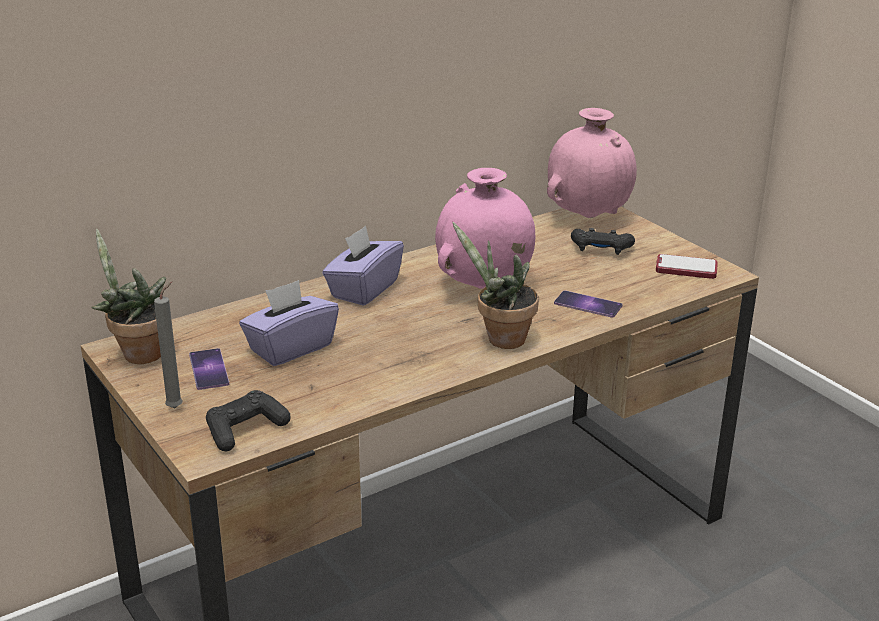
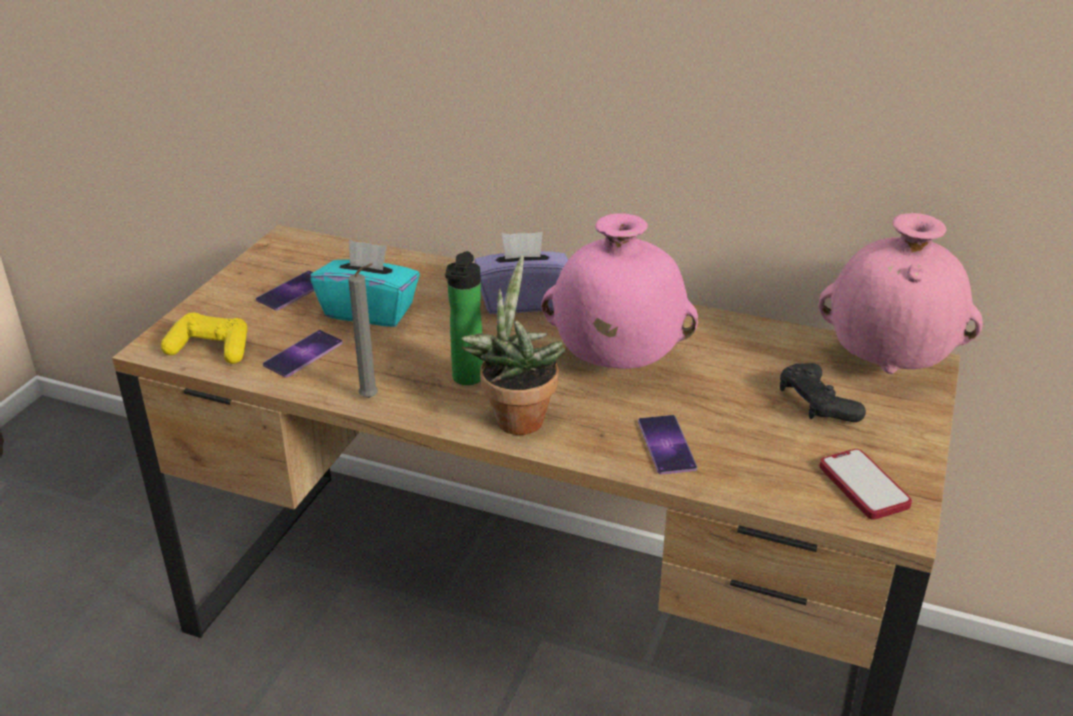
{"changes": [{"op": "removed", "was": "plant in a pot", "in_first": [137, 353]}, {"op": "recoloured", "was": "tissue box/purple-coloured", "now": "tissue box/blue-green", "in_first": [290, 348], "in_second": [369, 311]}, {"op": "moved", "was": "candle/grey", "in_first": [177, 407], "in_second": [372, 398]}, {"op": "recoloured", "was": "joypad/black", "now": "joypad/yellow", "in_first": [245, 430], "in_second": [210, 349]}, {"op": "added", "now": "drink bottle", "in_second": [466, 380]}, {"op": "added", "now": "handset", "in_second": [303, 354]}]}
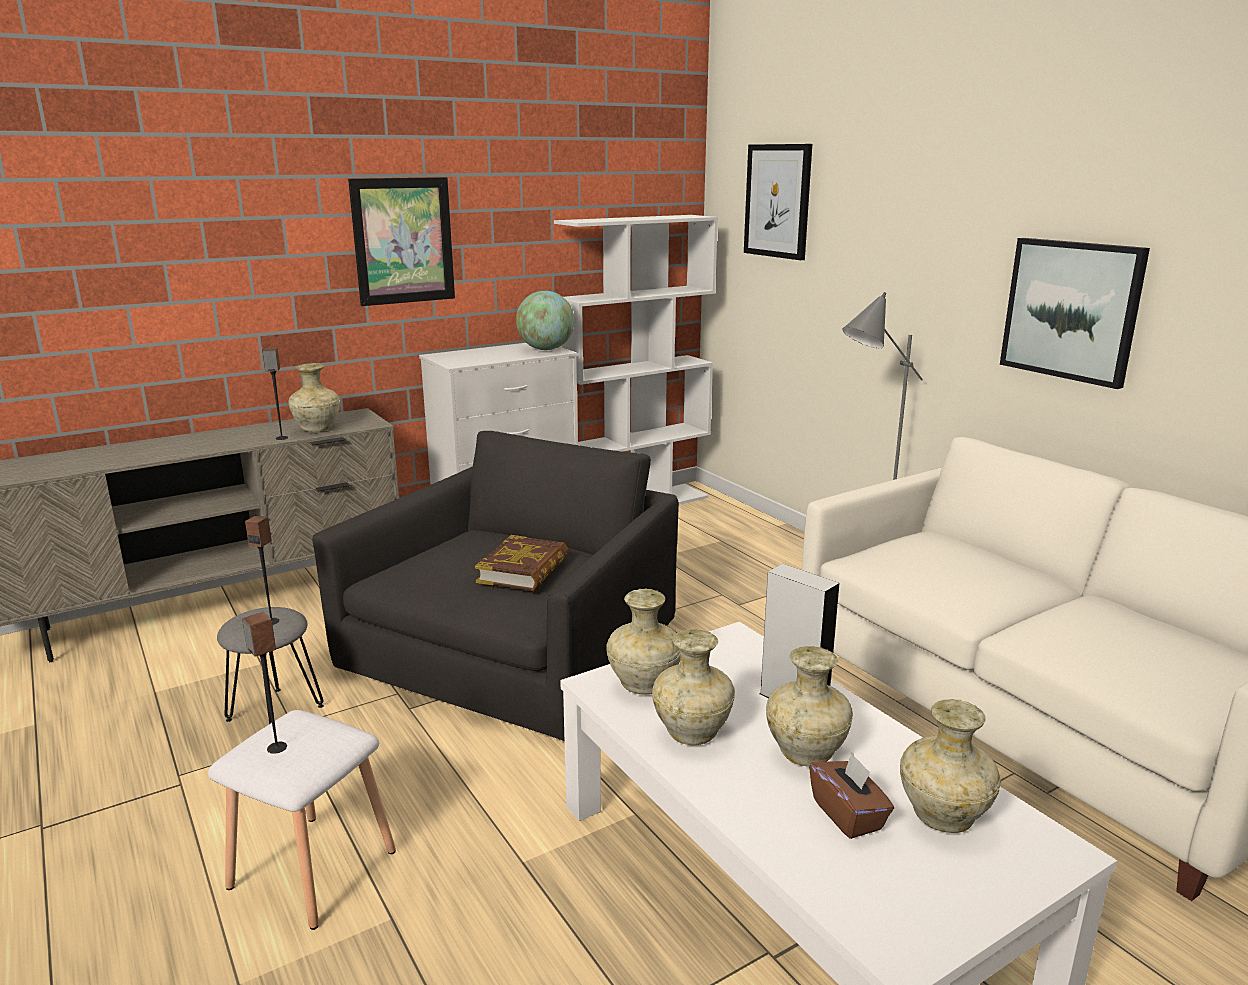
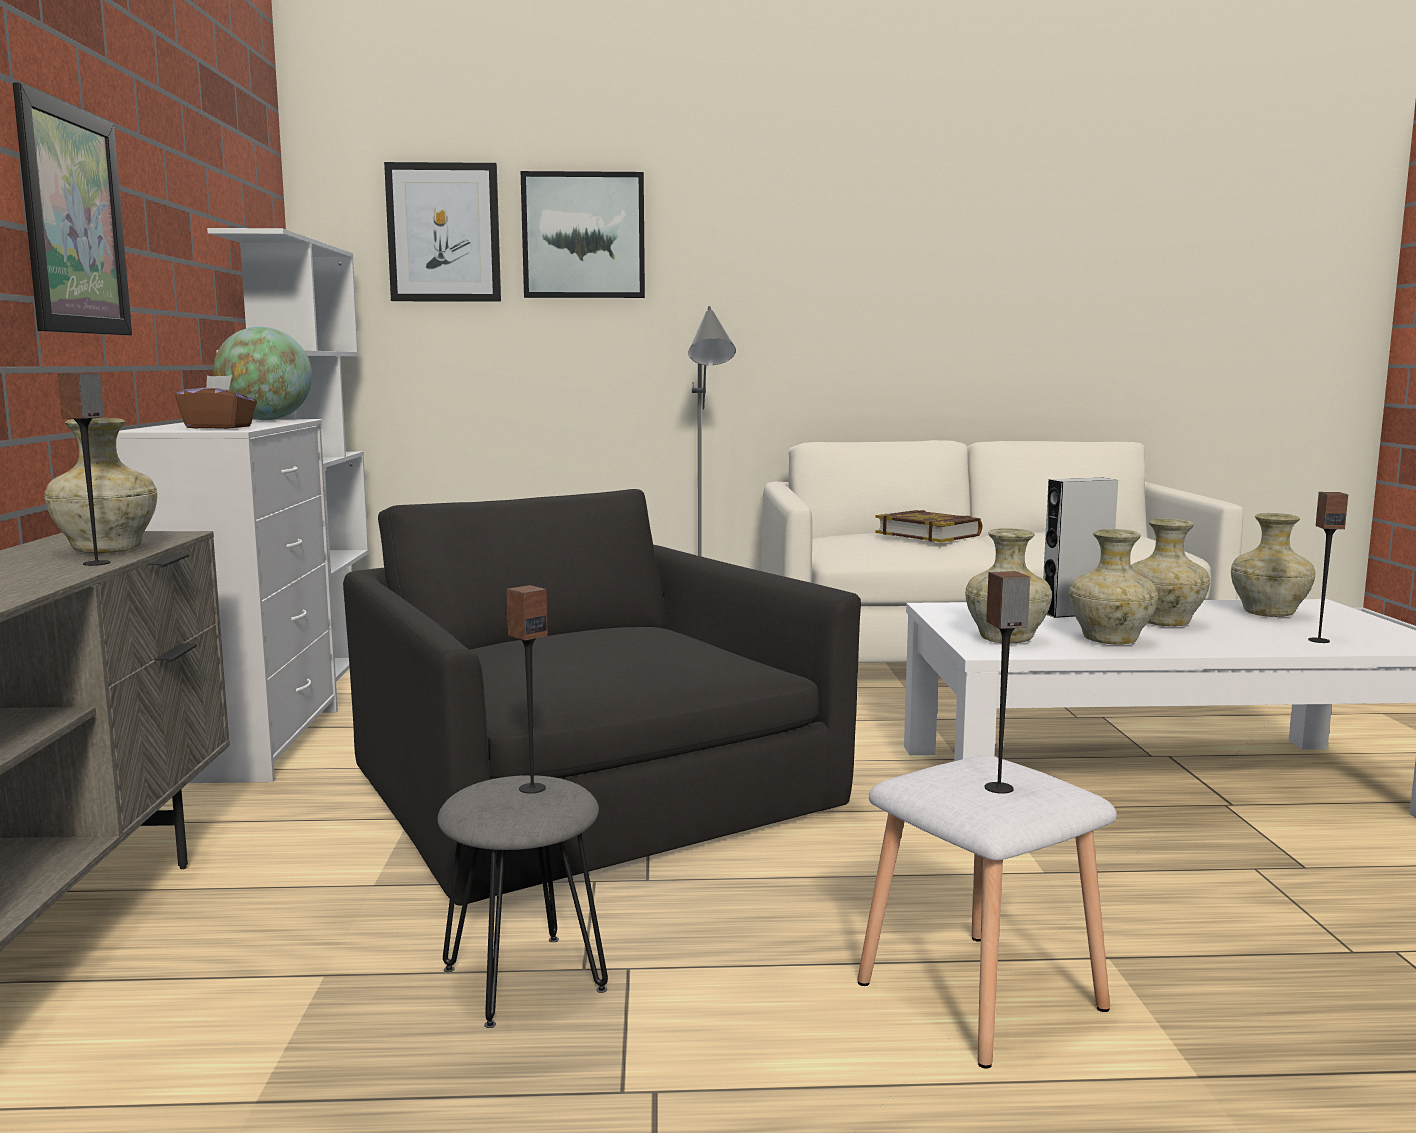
{"changes": [{"op": "moved", "was": "wall art", "in_first": [1071, 310], "in_second": [583, 236]}, {"op": "moved", "was": "volume", "in_first": [524, 570], "in_second": [928, 534]}, {"op": "moved", "was": "tissue box/brownish", "in_first": [848, 815], "in_second": [219, 427]}, {"op": "added", "now": "audio speaker", "in_second": [1318, 640]}]}
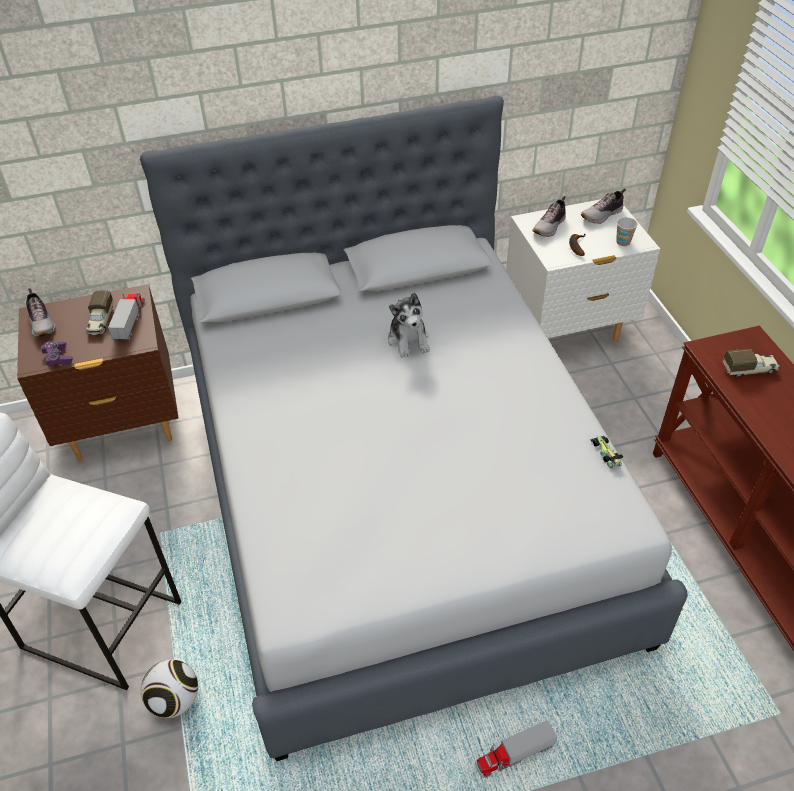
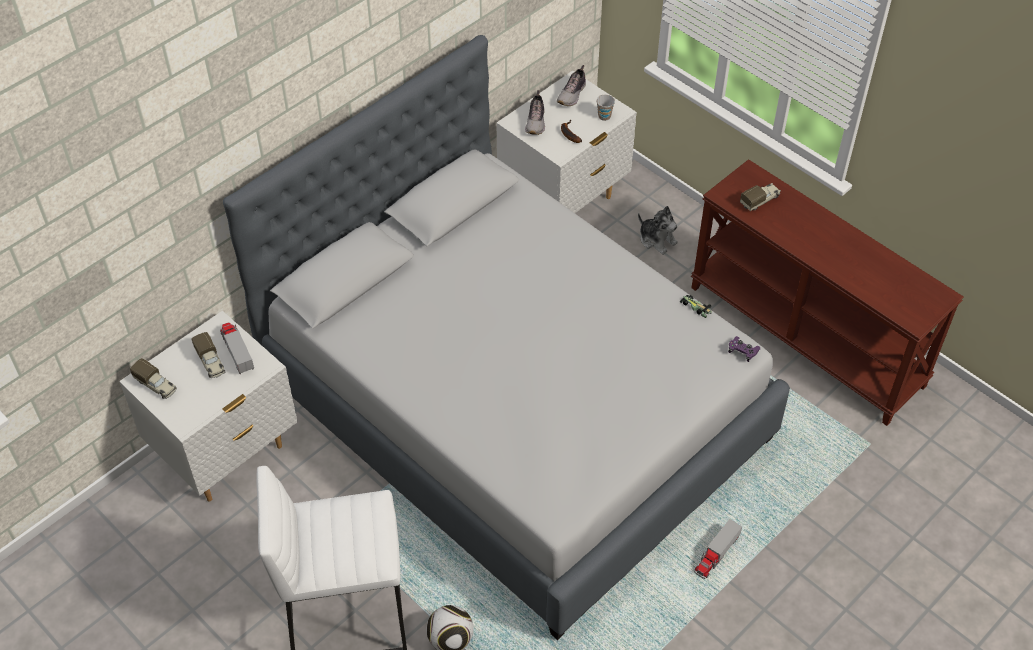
{"changes": [{"op": "recoloured", "was": "bedside table/brownish", "now": "bedside table/white", "in_first": [123, 427], "in_second": [226, 454]}, {"op": "replaced", "was": "low shoe", "now": "model truck", "in_first": [42, 323], "in_second": [156, 385]}, {"op": "moved", "was": "soft toy", "in_first": [409, 340], "in_second": [657, 240]}, {"op": "moved", "was": "joypad/purple-coloured", "in_first": [58, 358], "in_second": [742, 352]}]}
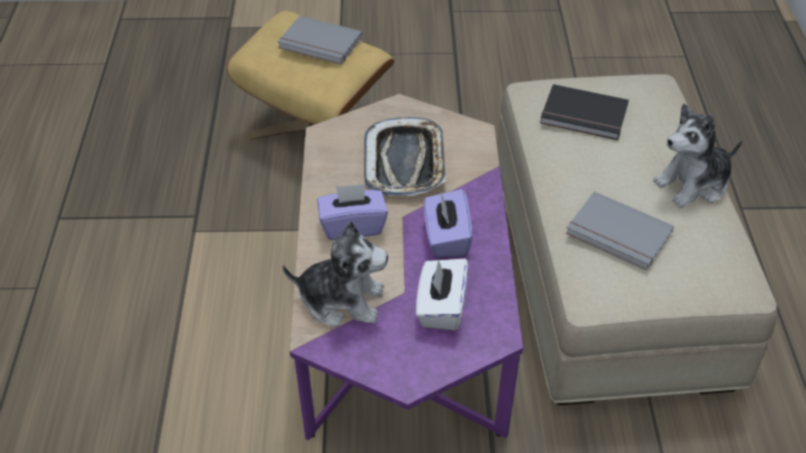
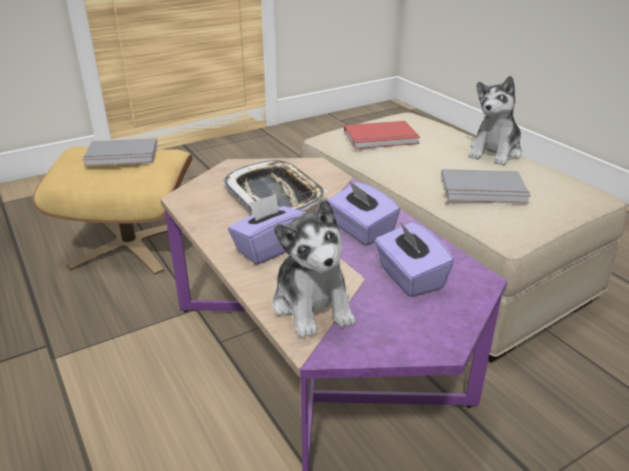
{"changes": [{"op": "recoloured", "was": "volume/black", "now": "volume/reddish", "in_first": [583, 116], "in_second": [381, 138]}, {"op": "turned", "was": "soft toy", "in_first": [341, 300], "in_second": [313, 305], "clockwise": 90}, {"op": "recoloured", "was": "tissue box/white", "now": "tissue box/purple-coloured", "in_first": [441, 307], "in_second": [409, 278]}]}
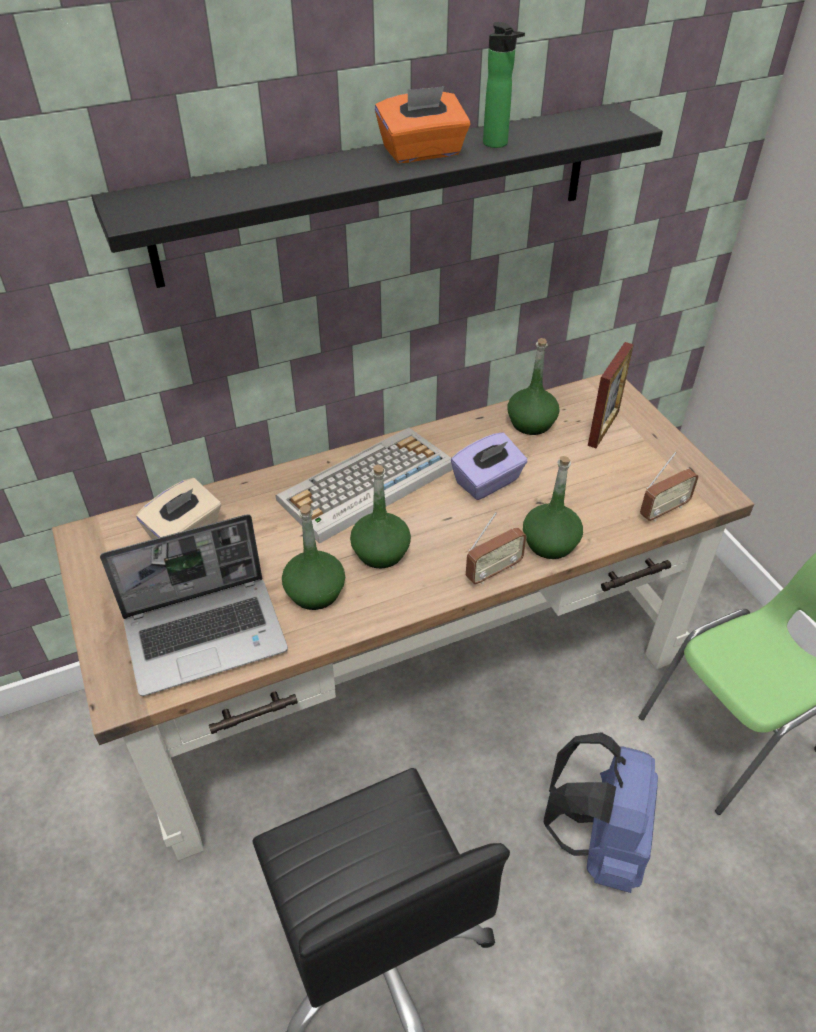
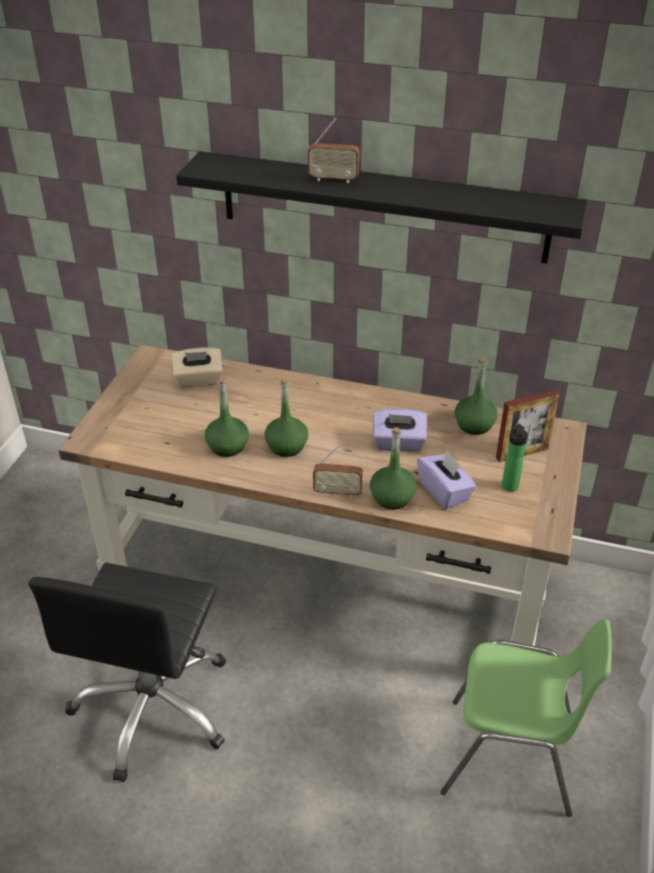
{"changes": [{"op": "moved", "was": "drink bottle", "in_first": [497, 144], "in_second": [510, 488]}, {"op": "removed", "was": "tissue box/orange", "in_first": [422, 153]}, {"op": "removed", "was": "computer keyboard", "in_first": [365, 486]}, {"op": "moved", "was": "radio receiver", "in_first": [663, 510], "in_second": [333, 179]}, {"op": "removed", "was": "laptop", "in_first": [207, 634]}, {"op": "removed", "was": "knapsack/blue", "in_first": [598, 842]}, {"op": "added", "now": "tissue box/purple-coloured", "in_second": [444, 491]}]}
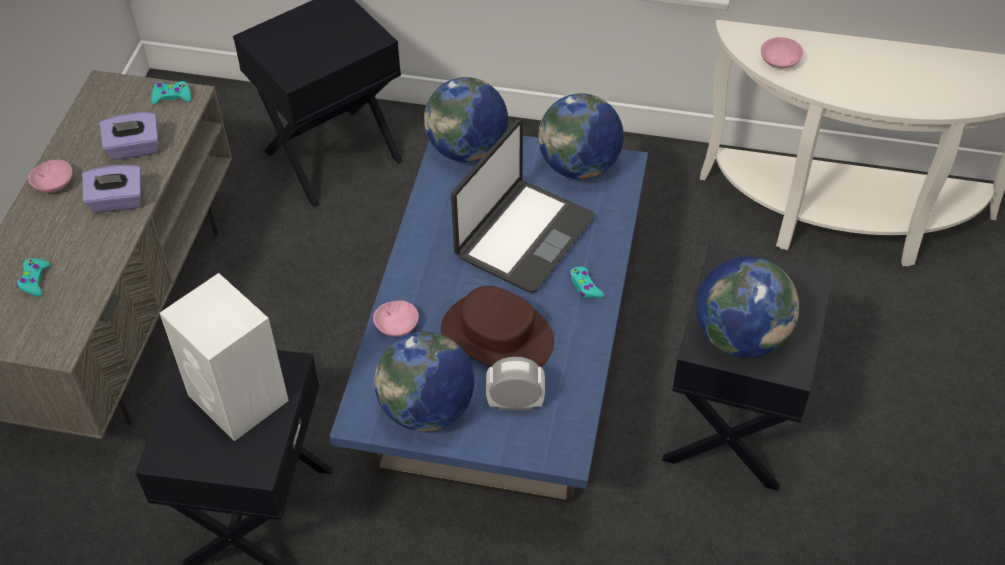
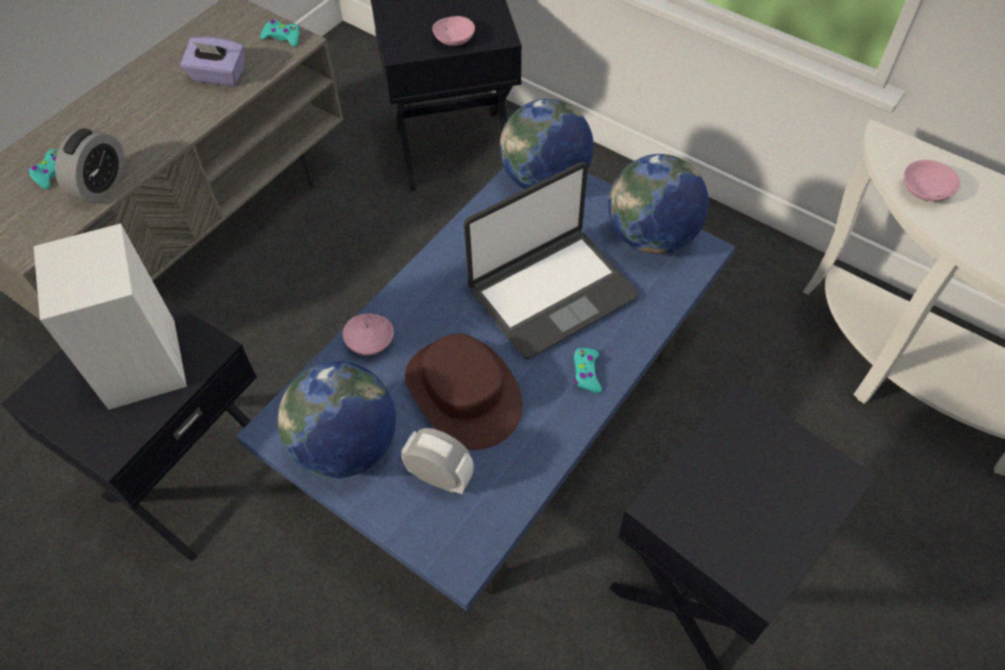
{"changes": [{"op": "moved", "was": "deep dish/pink-coloured", "in_first": [54, 185], "in_second": [454, 40]}, {"op": "removed", "was": "tissue box/purple-coloured", "in_first": [117, 202]}, {"op": "removed", "was": "world globe", "in_first": [740, 337]}, {"op": "added", "now": "alarm clock", "in_second": [101, 184]}]}
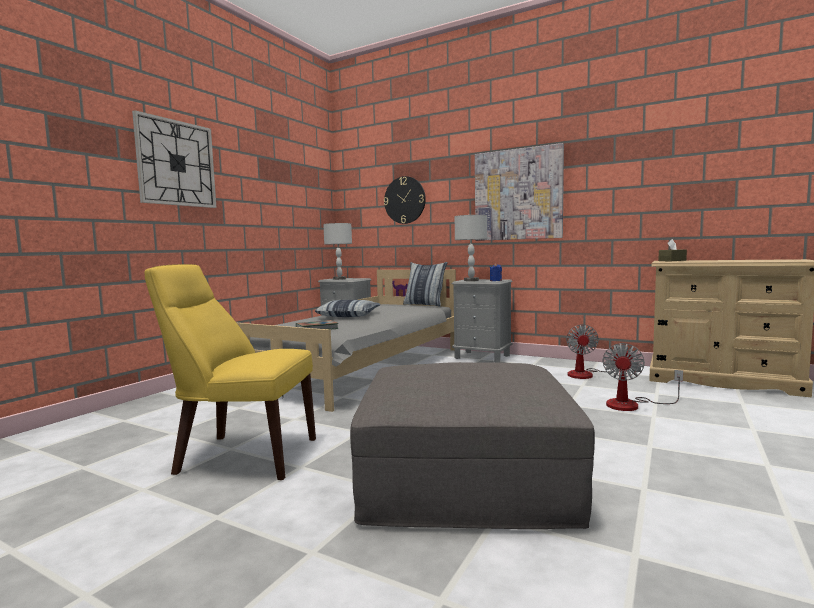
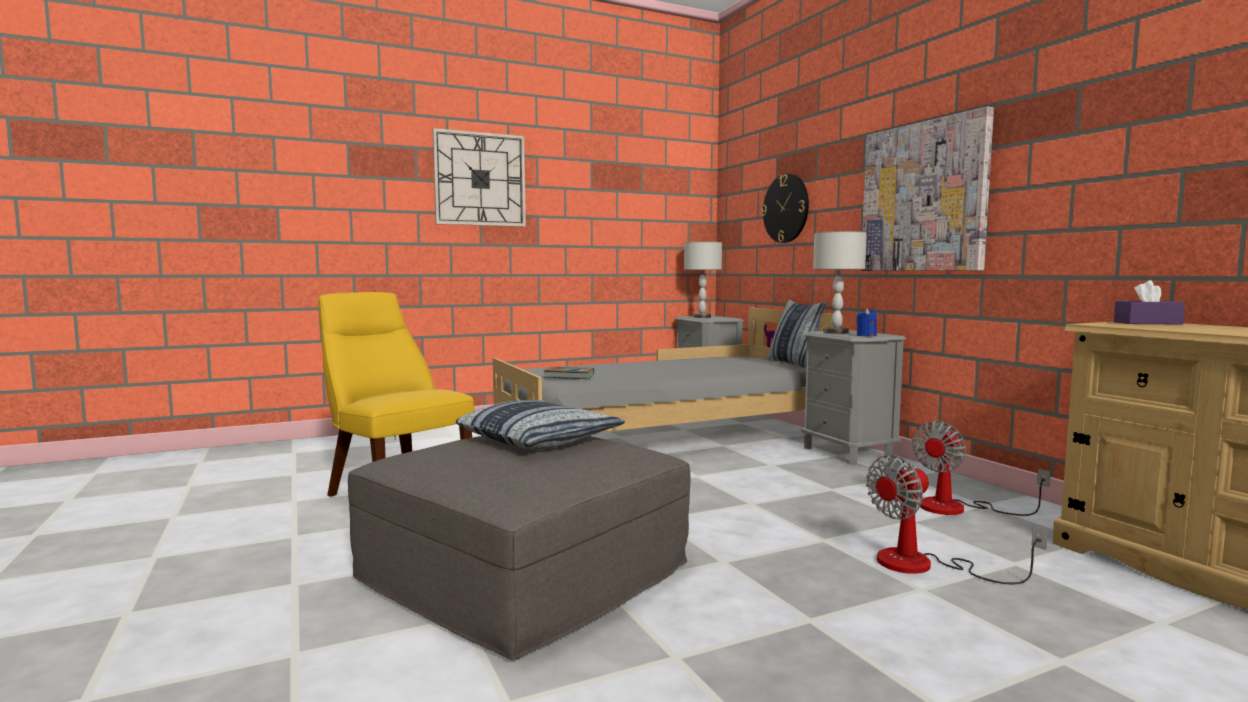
{"changes": [{"op": "recoloured", "was": "tissue box/brownish", "now": "tissue box/purple-coloured", "in_first": [672, 260], "in_second": [1147, 323]}, {"op": "moved", "was": "cushion", "in_first": [349, 315], "in_second": [540, 440]}]}
